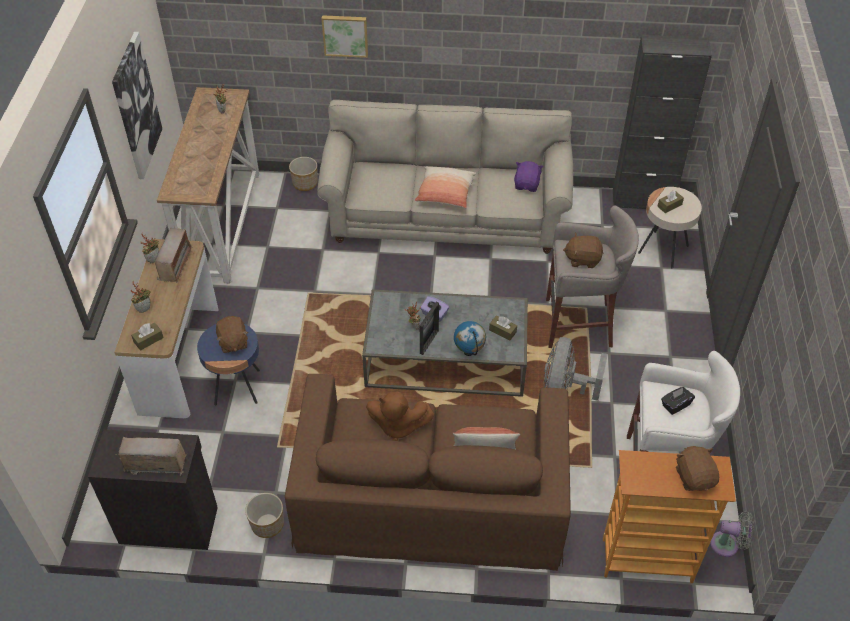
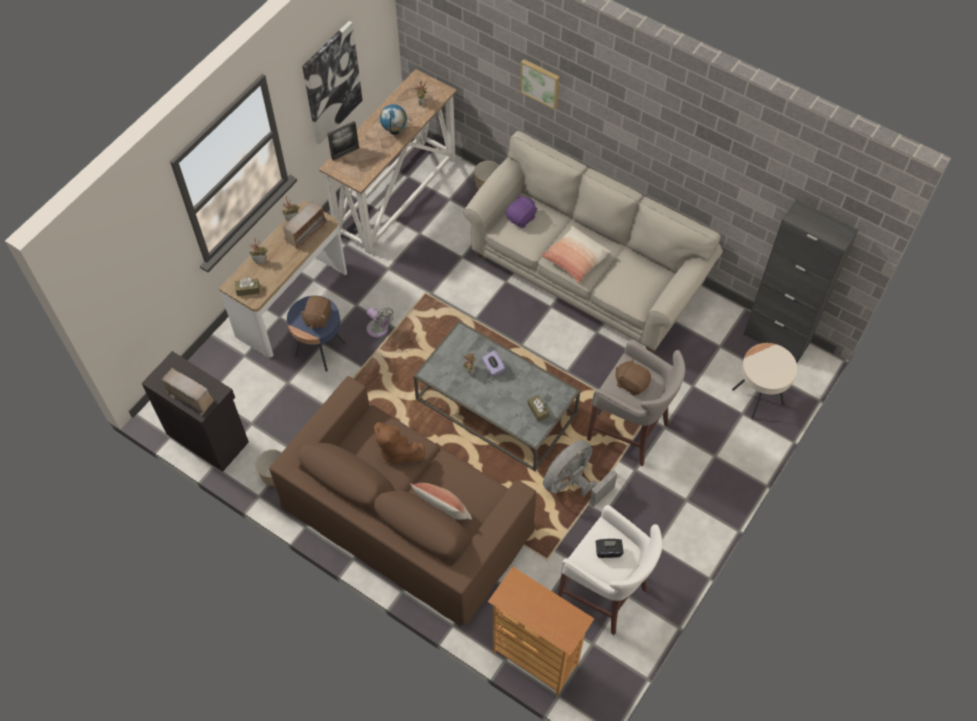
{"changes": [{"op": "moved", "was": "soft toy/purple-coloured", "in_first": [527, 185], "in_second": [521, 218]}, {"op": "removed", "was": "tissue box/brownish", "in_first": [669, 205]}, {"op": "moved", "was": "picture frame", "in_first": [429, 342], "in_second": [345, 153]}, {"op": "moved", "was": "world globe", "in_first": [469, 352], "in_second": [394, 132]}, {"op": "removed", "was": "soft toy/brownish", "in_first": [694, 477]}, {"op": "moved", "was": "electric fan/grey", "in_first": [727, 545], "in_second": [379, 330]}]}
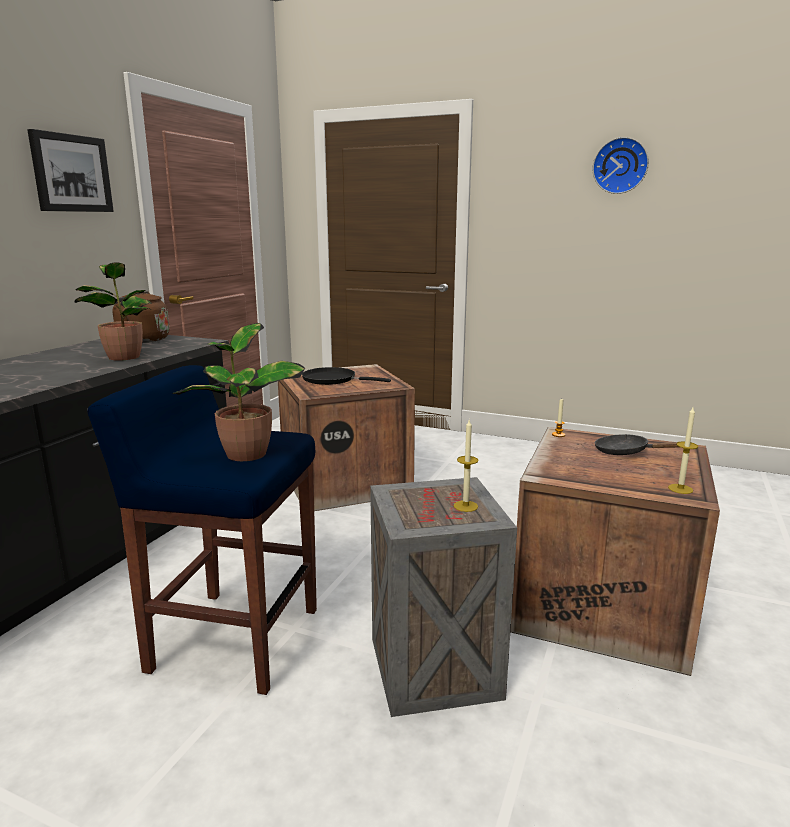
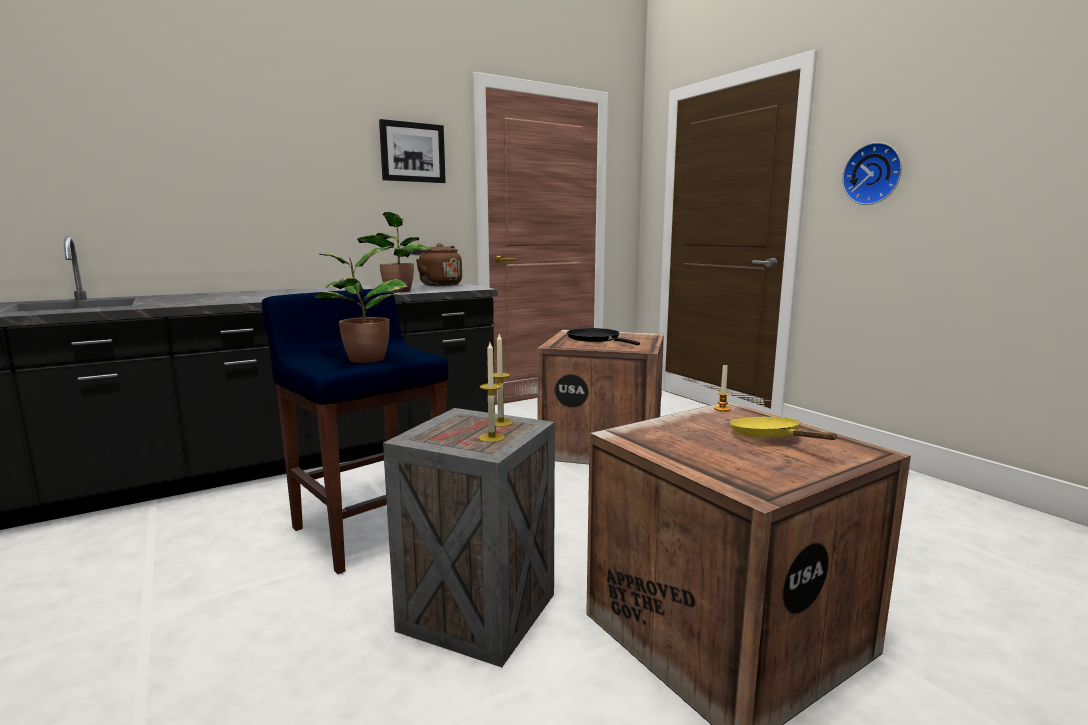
{"changes": [{"op": "moved", "was": "wall clock", "in_first": [620, 166], "in_second": [873, 174]}, {"op": "moved", "was": "candle", "in_first": [680, 489], "in_second": [500, 422]}, {"op": "recoloured", "was": "pan/black", "now": "pan/yellow", "in_first": [626, 452], "in_second": [770, 438]}]}
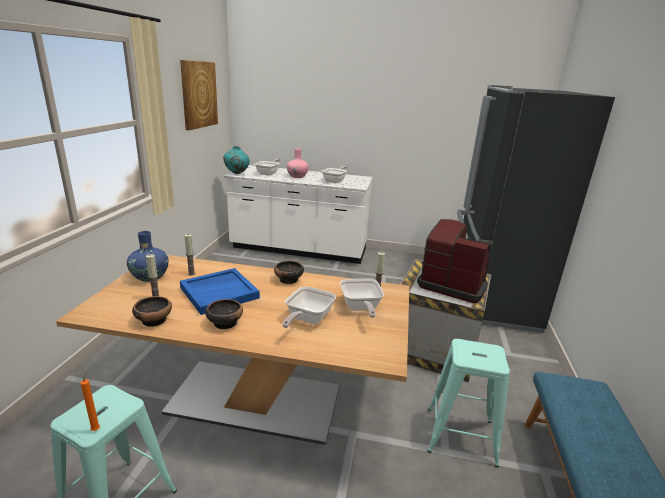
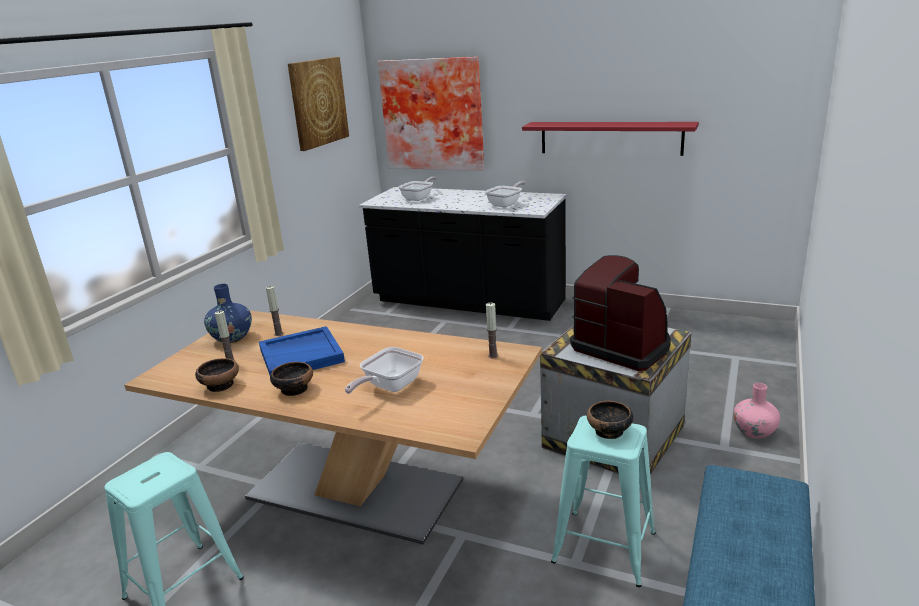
{"changes": [{"op": "removed", "was": "fridge/black", "in_first": [489, 298]}, {"op": "removed", "was": "vase/blue-green", "in_first": [237, 174]}, {"op": "moved", "was": "vase/pink-coloured", "in_first": [297, 176], "in_second": [754, 432]}, {"op": "recoloured", "was": "kitchen base unit/white", "now": "kitchen base unit/black", "in_first": [299, 250], "in_second": [468, 302]}, {"op": "moved", "was": "deep dish", "in_first": [288, 280], "in_second": [609, 431]}, {"op": "removed", "was": "pan", "in_first": [360, 308]}, {"op": "removed", "was": "candle/orange", "in_first": [96, 429]}, {"op": "added", "now": "wall art", "in_second": [433, 114]}, {"op": "added", "now": "wall shelf/reddish", "in_second": [610, 138]}]}
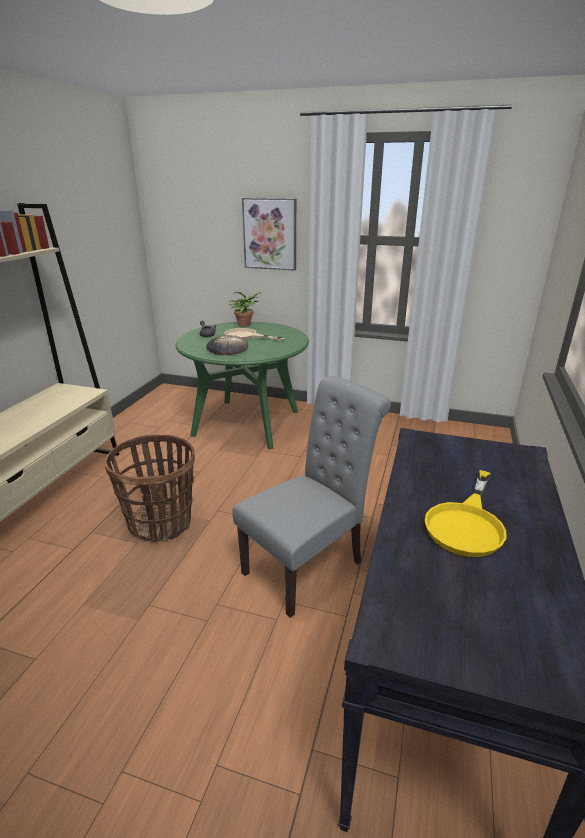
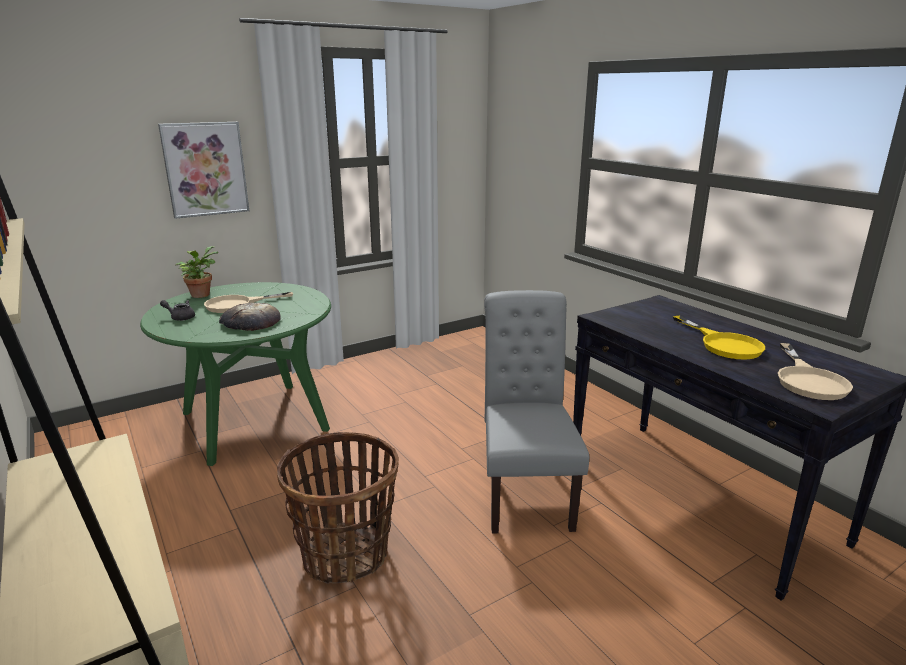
{"changes": [{"op": "added", "now": "pan/beige", "in_second": [808, 380]}]}
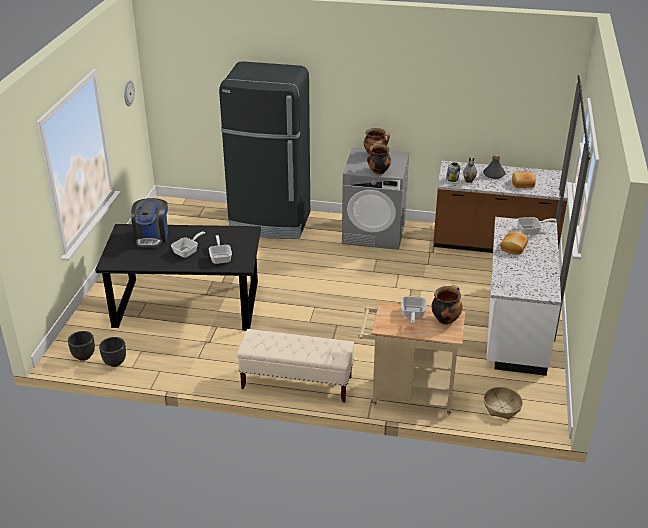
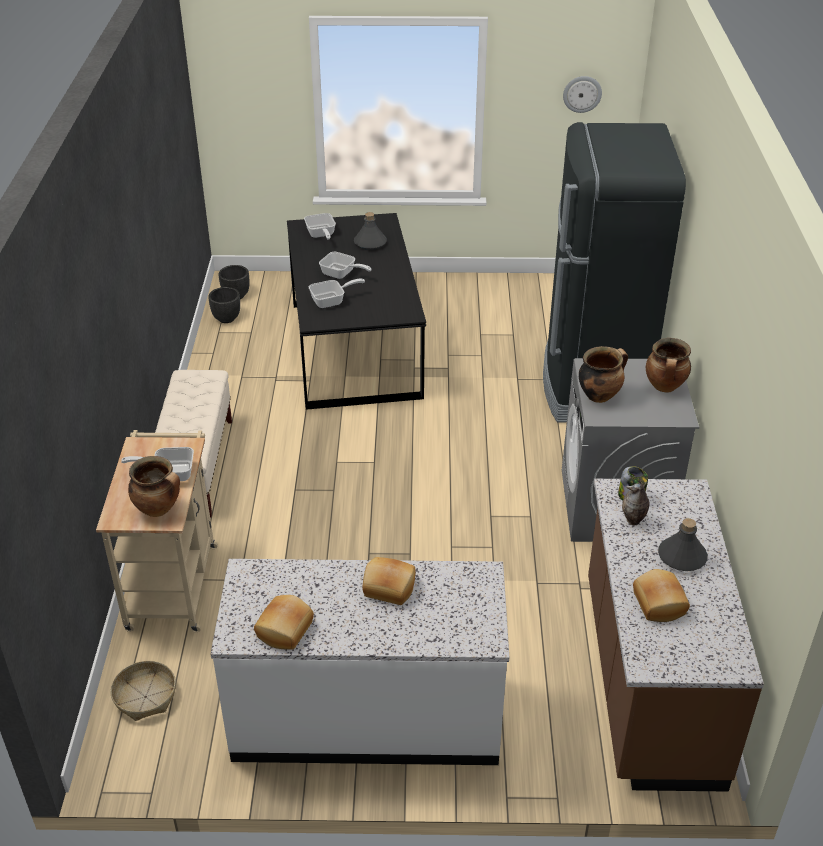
{"changes": [{"op": "replaced", "was": "coffee brewer", "now": "drink bottle/grey", "in_first": [152, 237], "in_second": [370, 243]}, {"op": "moved", "was": "pan", "in_first": [531, 231], "in_second": [321, 235]}, {"op": "added", "now": "bread", "in_second": [286, 630]}]}
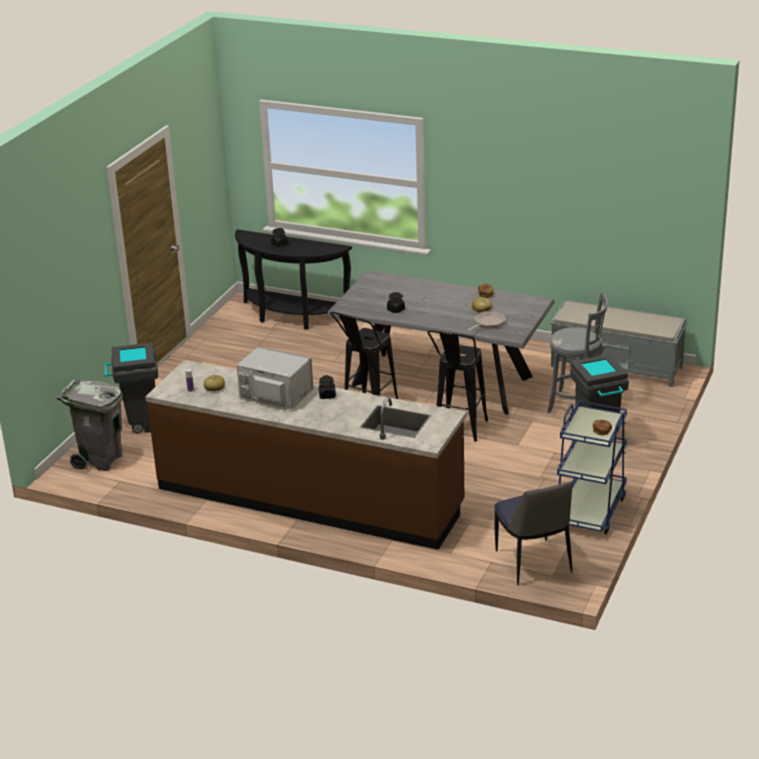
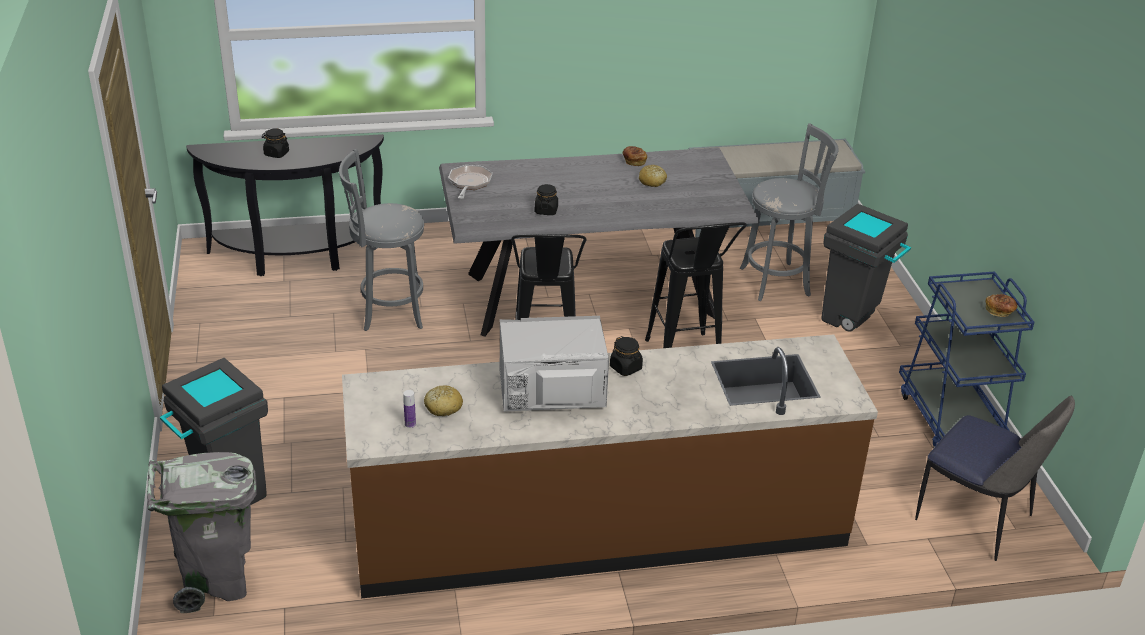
{"changes": [{"op": "moved", "was": "pan", "in_first": [488, 323], "in_second": [469, 183]}, {"op": "added", "now": "stool seat/grey", "in_second": [388, 311]}]}
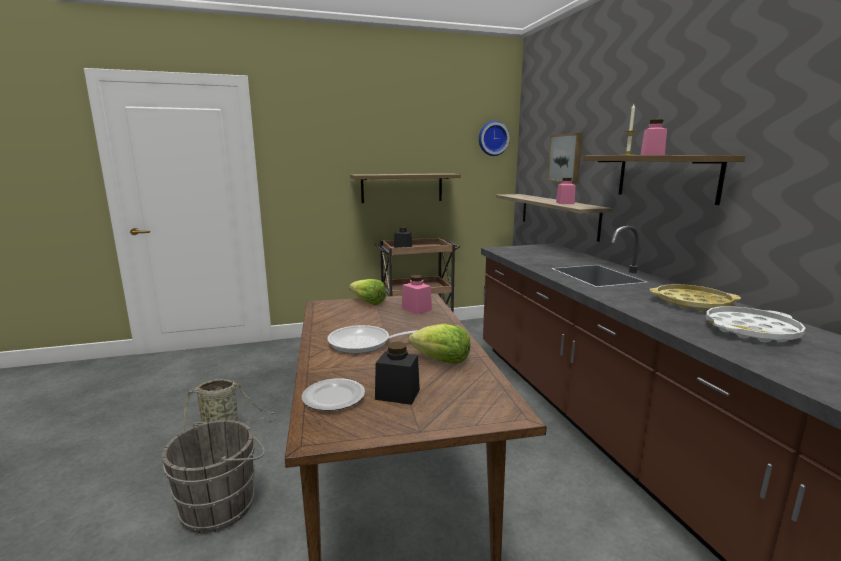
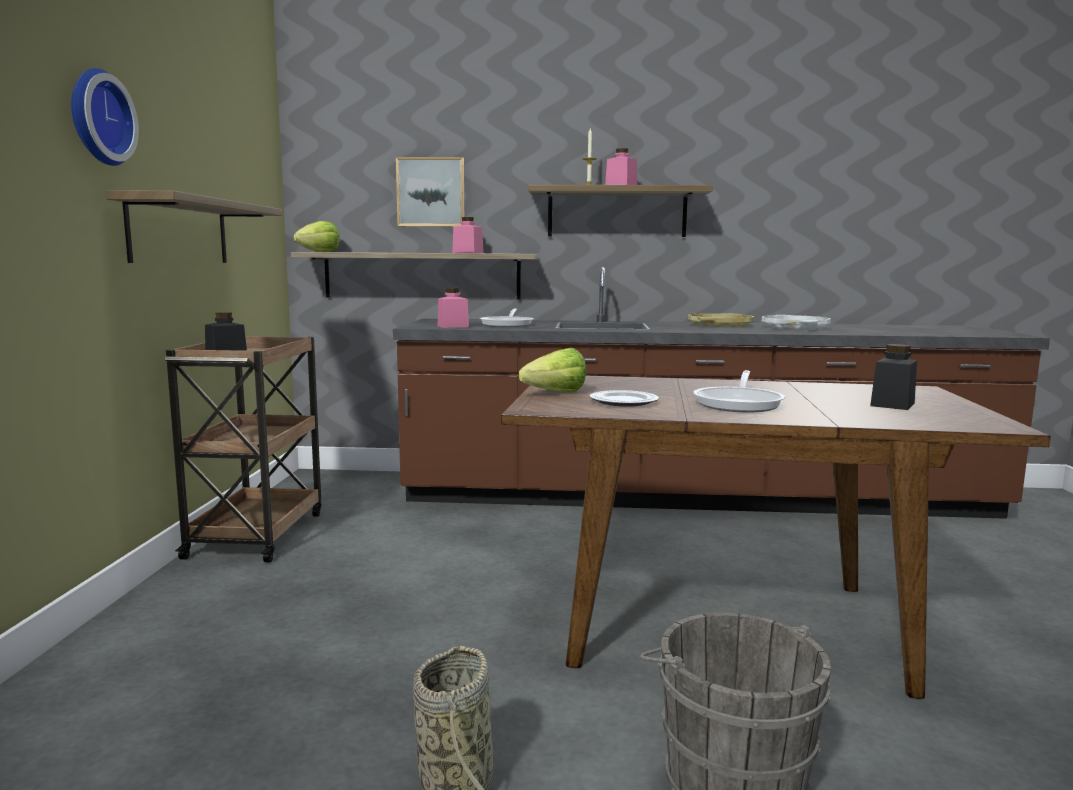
{"changes": [{"op": "moved", "was": "wall clock", "in_first": [492, 138], "in_second": [97, 118]}, {"op": "moved", "was": "jar/pink-coloured", "in_first": [416, 309], "in_second": [453, 326]}, {"op": "moved", "was": "lettuce head", "in_first": [441, 360], "in_second": [319, 251]}, {"op": "moved", "was": "dinner plate", "in_first": [333, 398], "in_second": [624, 402]}, {"op": "added", "now": "pan", "in_second": [508, 324]}]}
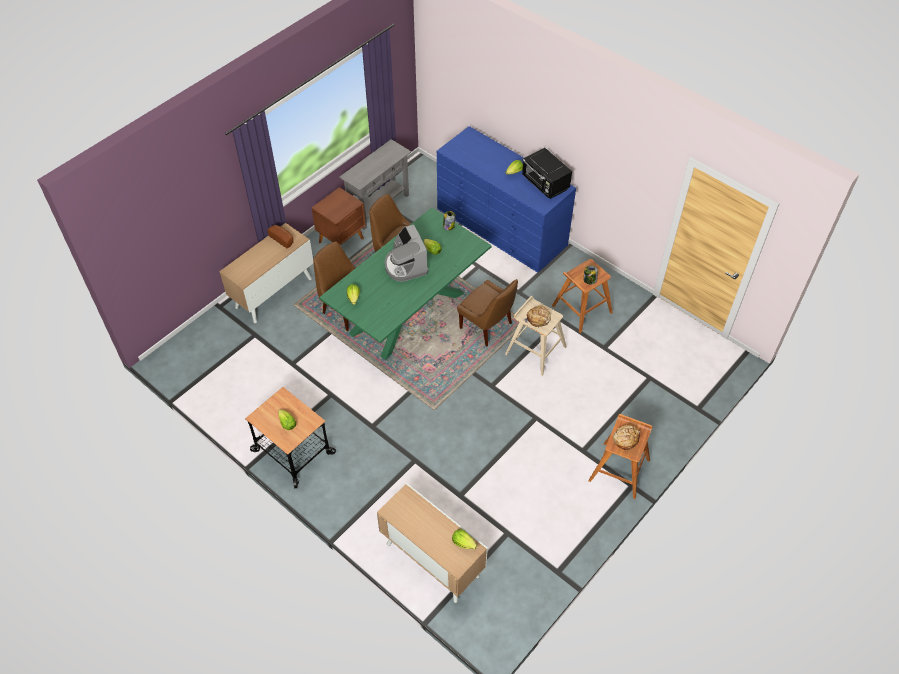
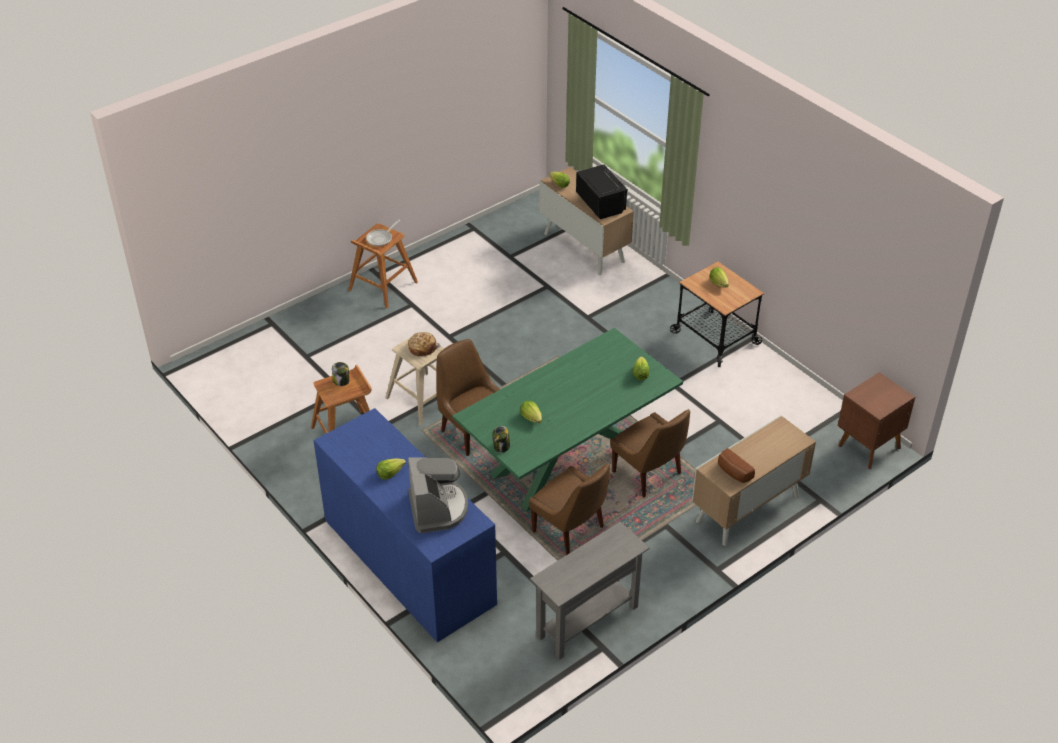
{"changes": [{"op": "moved", "was": "microwave/black", "in_first": [545, 184], "in_second": [600, 204]}, {"op": "moved", "was": "bedside table/brownish", "in_first": [342, 240], "in_second": [868, 446]}, {"op": "moved", "was": "coffee brewer", "in_first": [405, 266], "in_second": [438, 508]}, {"op": "replaced", "was": "bread", "now": "pan", "in_first": [625, 439], "in_second": [381, 239]}]}
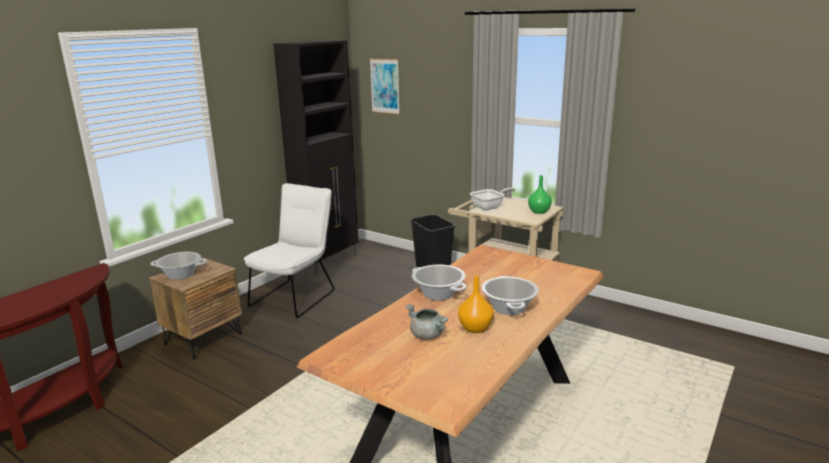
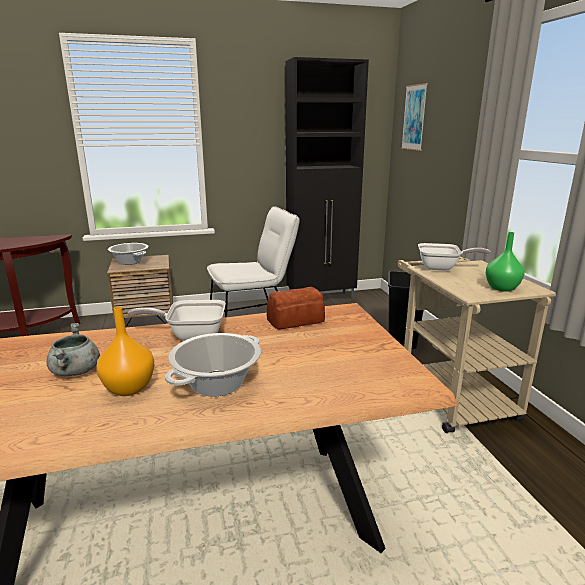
{"changes": [{"op": "replaced", "was": "saucepot", "now": "pan", "in_first": [438, 294], "in_second": [191, 335]}, {"op": "added", "now": "bread", "in_second": [296, 320]}]}
